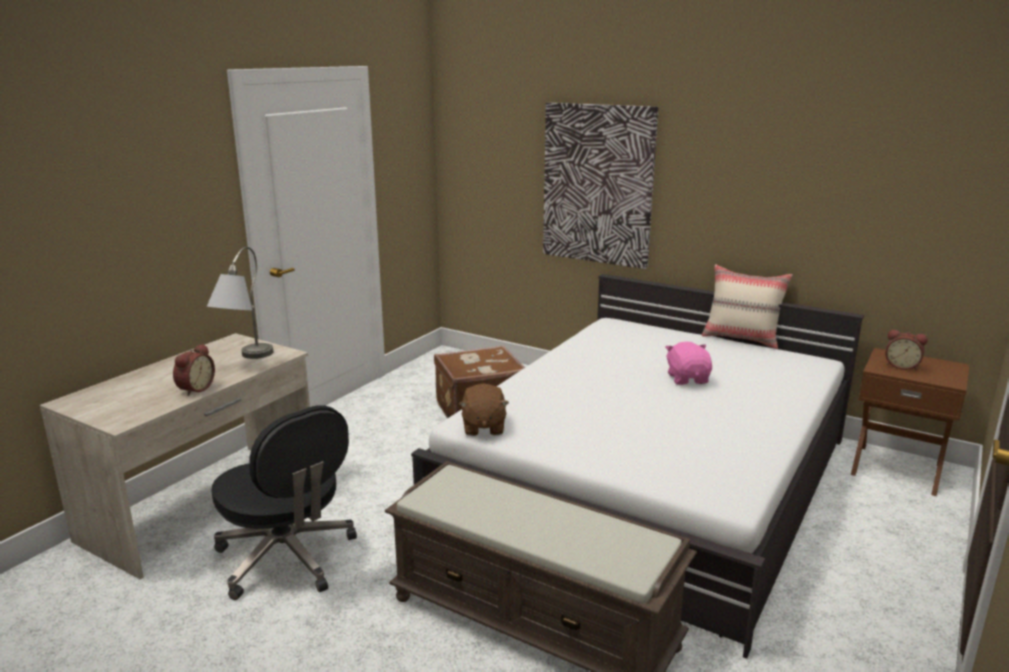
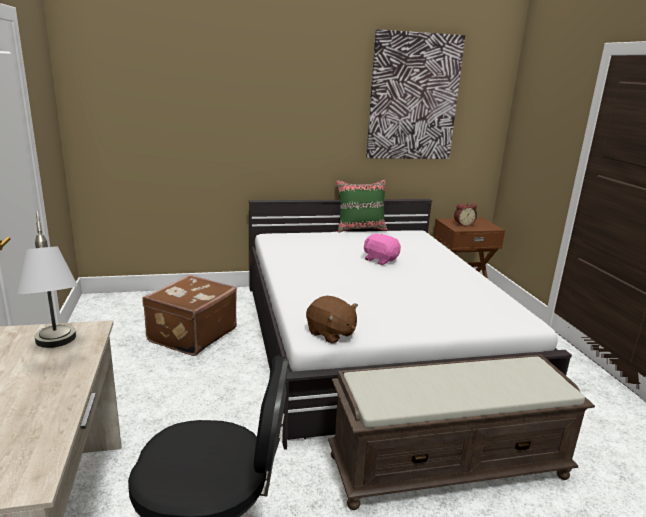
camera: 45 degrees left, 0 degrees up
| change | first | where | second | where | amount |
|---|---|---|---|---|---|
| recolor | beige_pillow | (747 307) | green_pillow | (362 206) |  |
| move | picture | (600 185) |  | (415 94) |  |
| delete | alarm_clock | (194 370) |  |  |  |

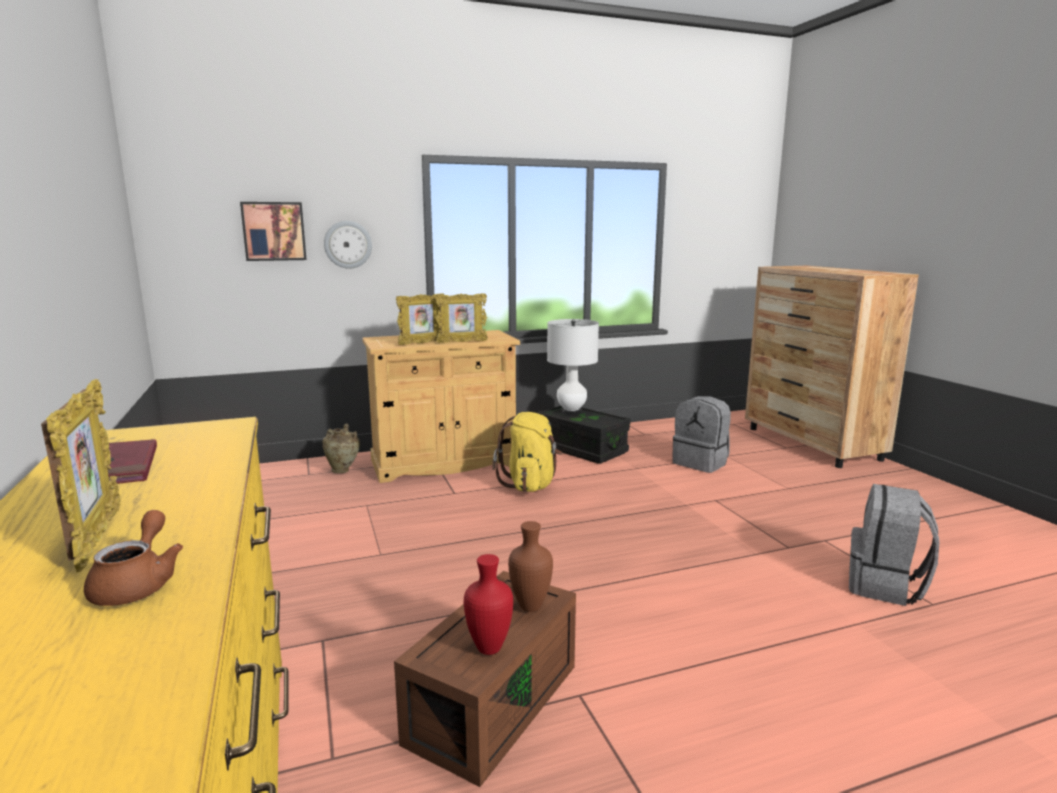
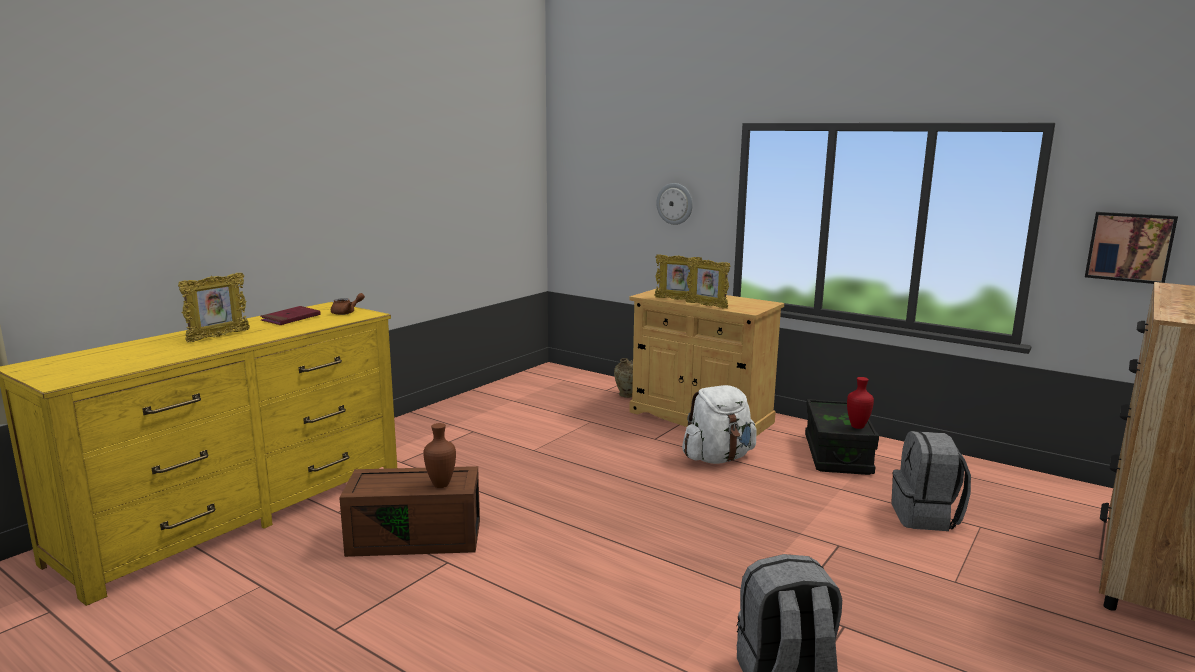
camera: 55 degrees right, 0 degrees up
| change | first | where | second | where | amount |
|---|---|---|---|---|---|
| move | brown_teapot | (133 558) |  | (348 304) |  |
| recolor | yellow_backpack | (527 452) | white_backpack | (719 424) |  |
| move | red_vase | (488 604) |  | (860 403) |  |
| move | picture | (273 231) |  | (1131 248) |  |
| delete | white_table_lamp | (573 367) |  |  |  |

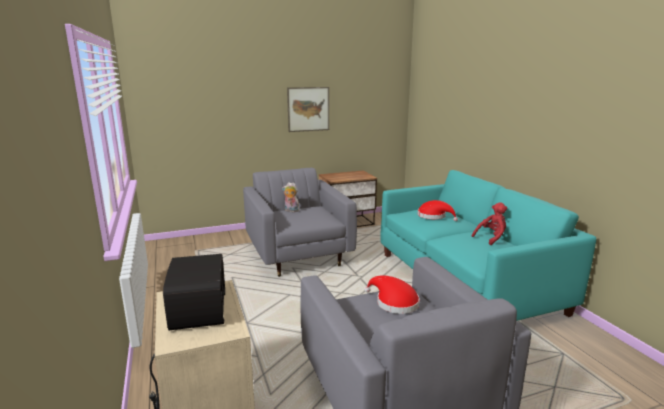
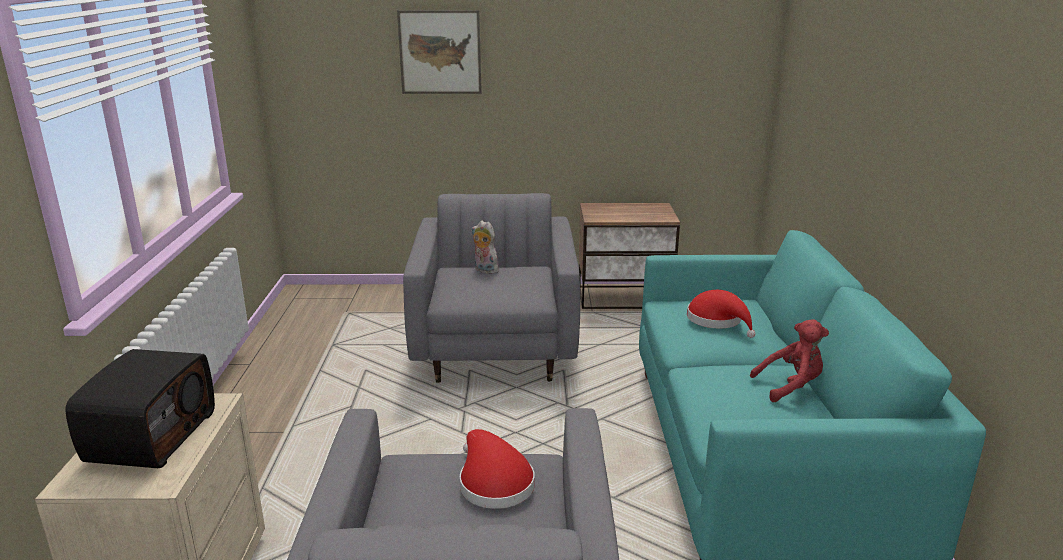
camera: 20 degrees right, 5 degrees up
| change | first | where | second | where | amount |
|---|---|---|---|---|---|
| move | picture | (308 109) |  | (439 52) |  |

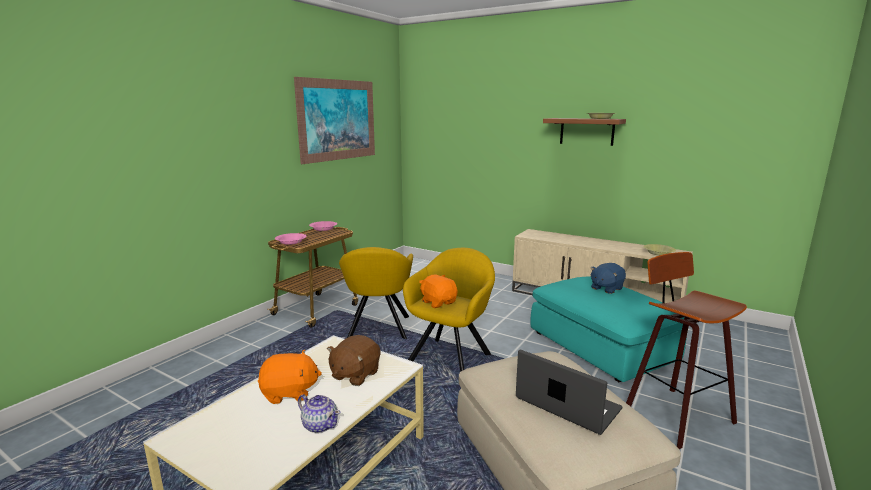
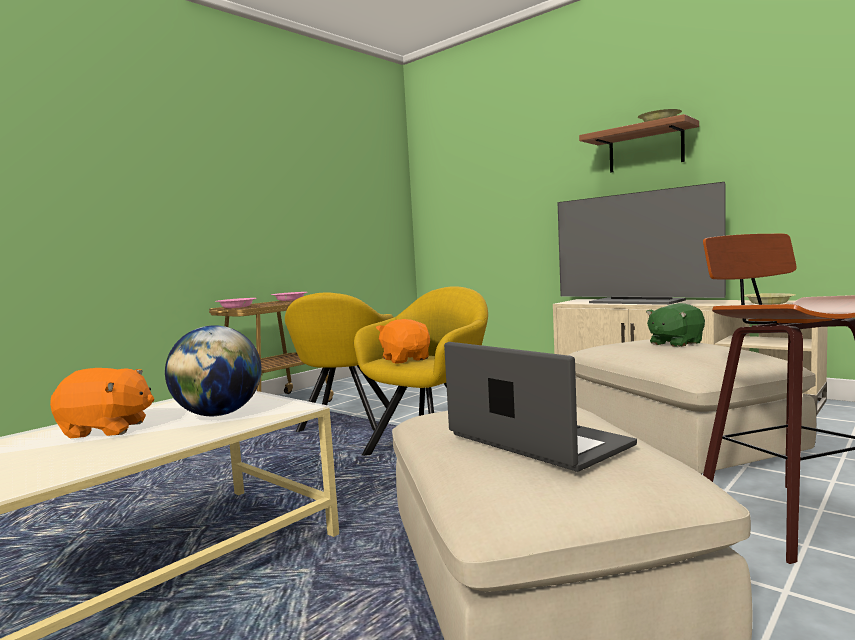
camera: 10 degrees right, 10 degrees down
| change | first | where | second | where | amount |
|---|---|---|---|---|---|
| replace | brown_plush_toy | (354 360) | globe | (213 370) |  |
| insert |  |  | television | (642 243) |  |
| recolor | turquoise_ottoman | (608 329) | beige_ottoman | (692 407) |  |
| recolor | blue_plush_toy | (608 278) | green_plush_toy | (675 325) |  |
| delete | picture | (334 120) |  |  |  |
| delete | teapot | (319 413) |  |  |  |

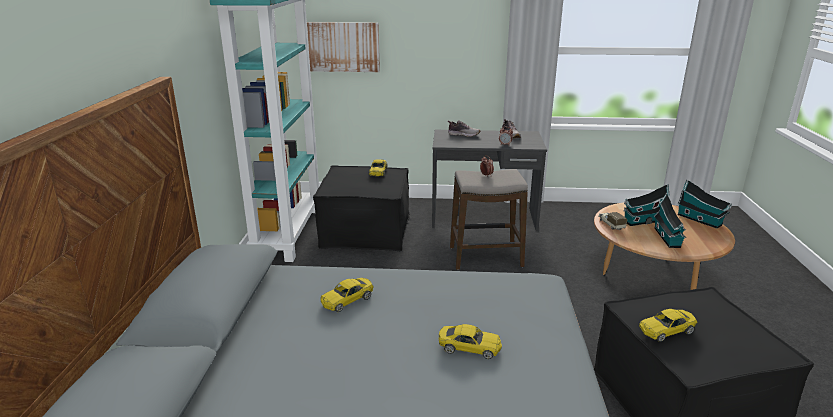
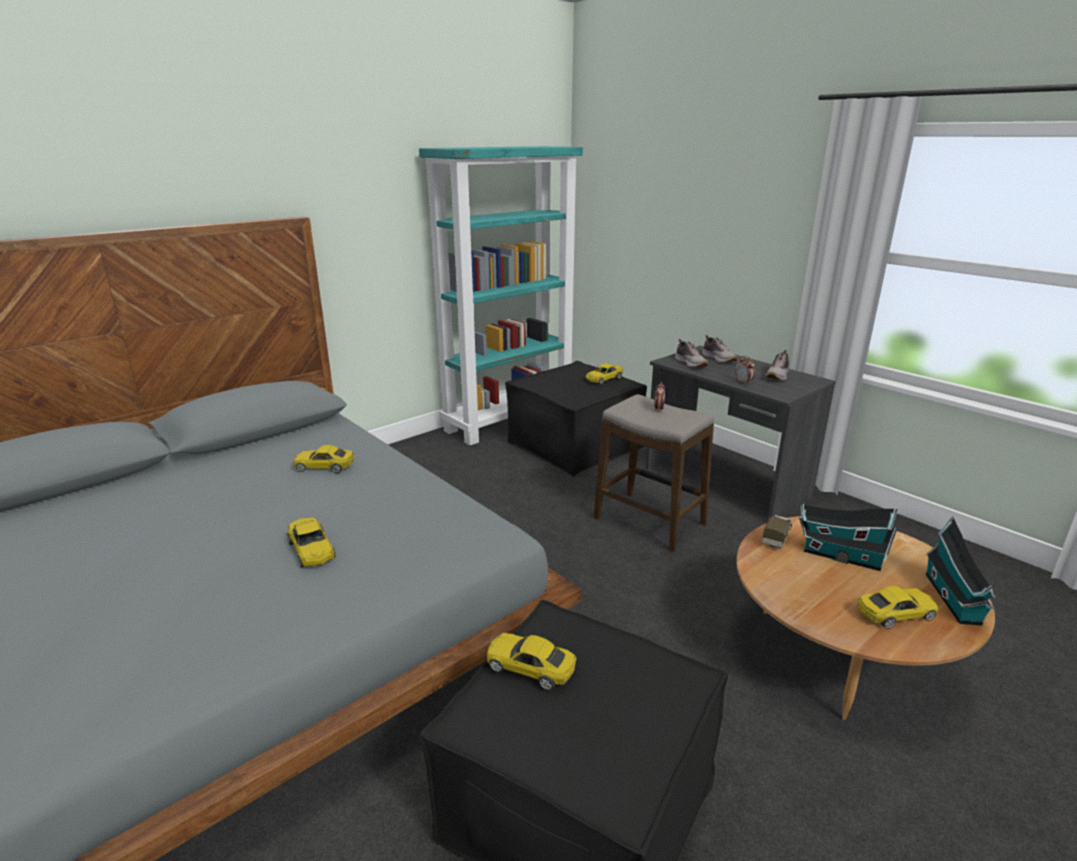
camera: 45 degrees right, 0 degrees up
| change | first | where | second | where | amount |
|---|---|---|---|---|---|
| insert |  |  | shoe | (691 353) |  |
| insert |  |  | yellow_toy_car | (897 607) |  |
| delete | picture | (343 47) |  |  |  |
| delete | toy_house | (670 220) |  |  |  |

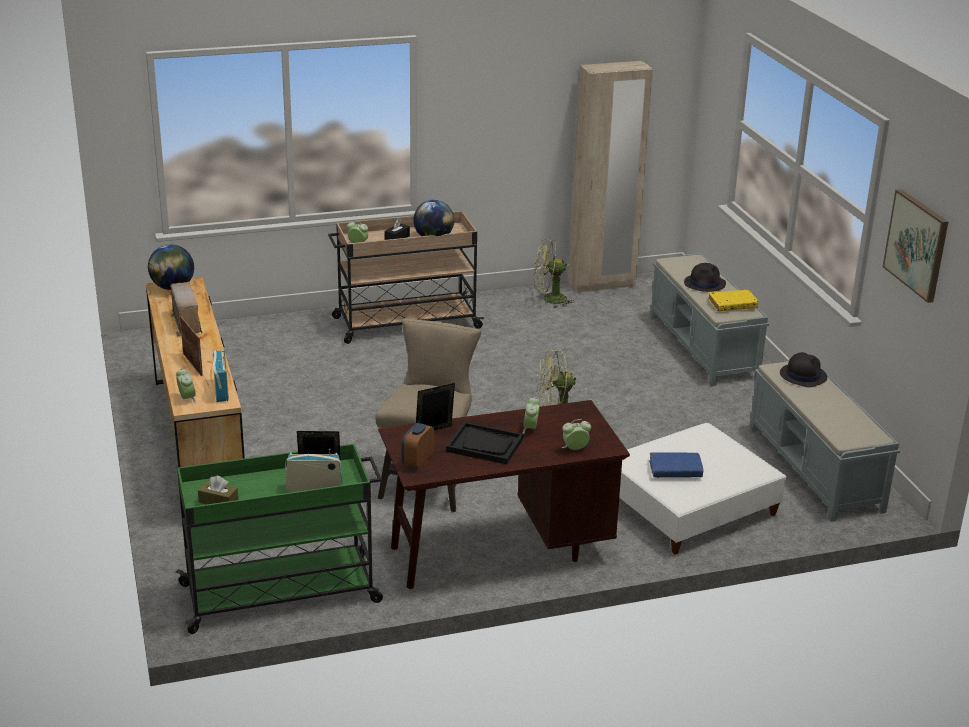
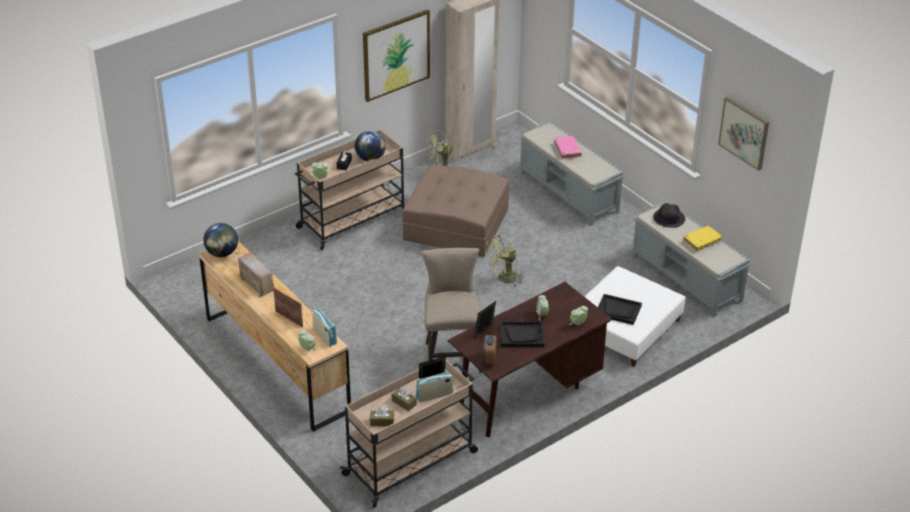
camera: 20 degrees left, 10 degrees up
| change | first | where | second | where | amount |
|---|---|---|---|---|---|
| recolor | green_cart | (279 539) | beige_cart | (409 434) |  |
| insert |  |  | picture | (396 55) |  |
| insert |  |  | brown_tissue_box | (404 399) |  |
| insert |  |  | brown_ottoman | (456 210) |  |
| replace | black_hat | (705 277) | pink_book | (568 148) |  |
| replace | blue_book | (676 465) | black_tray | (620 309) |  |
| move | yellow_book | (733 300) |  | (702 238) |  |

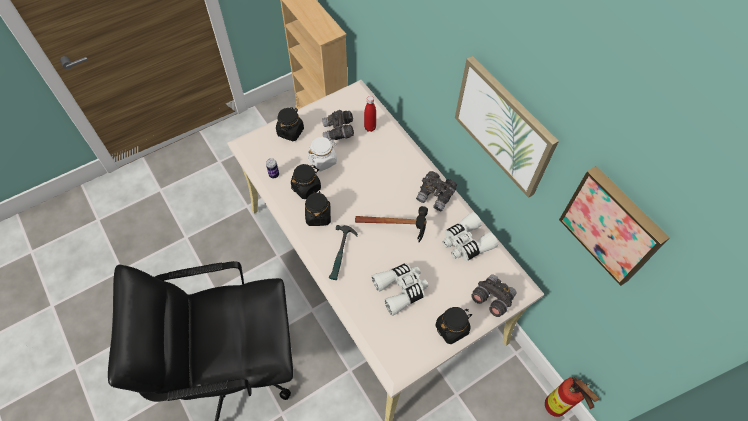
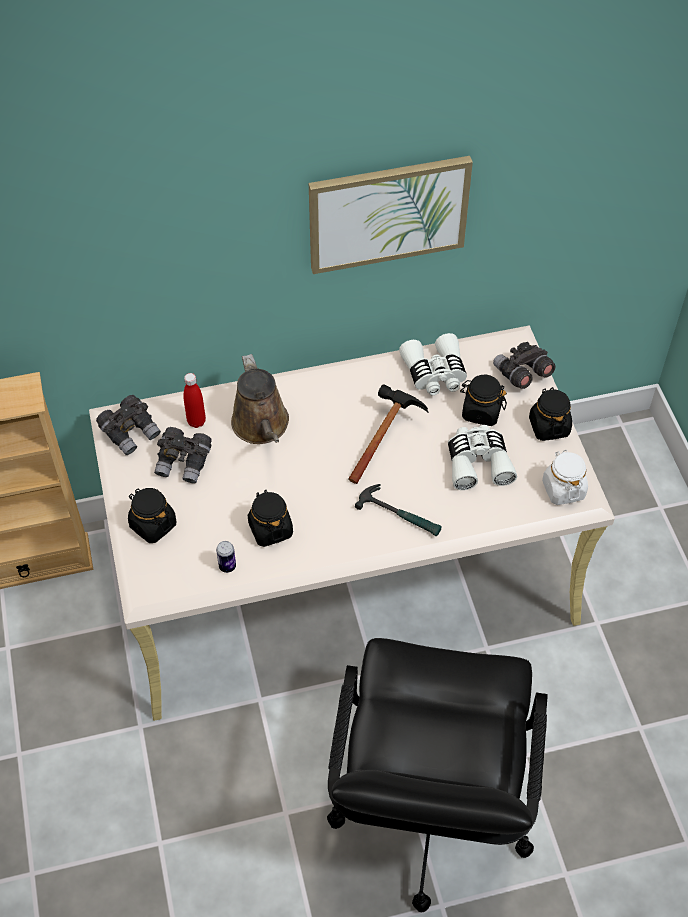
camera: 70 degrees left, 5 degrees down
| change | first | where | second | where | amount |
|---|---|---|---|---|---|
| move | grey_binoculars | (436 191) |  | (128 425) |  |
| insert |  |  | brown_watering_can | (260 399) |  |
| move | black_jar | (318 208) |  | (483 400) |  |
| move | white_jar | (322 154) |  | (565 477) |  |
| delete | fire_extinguisher | (572 397) |  |  |  |
| delete | picture | (614 226) |  |  |  |

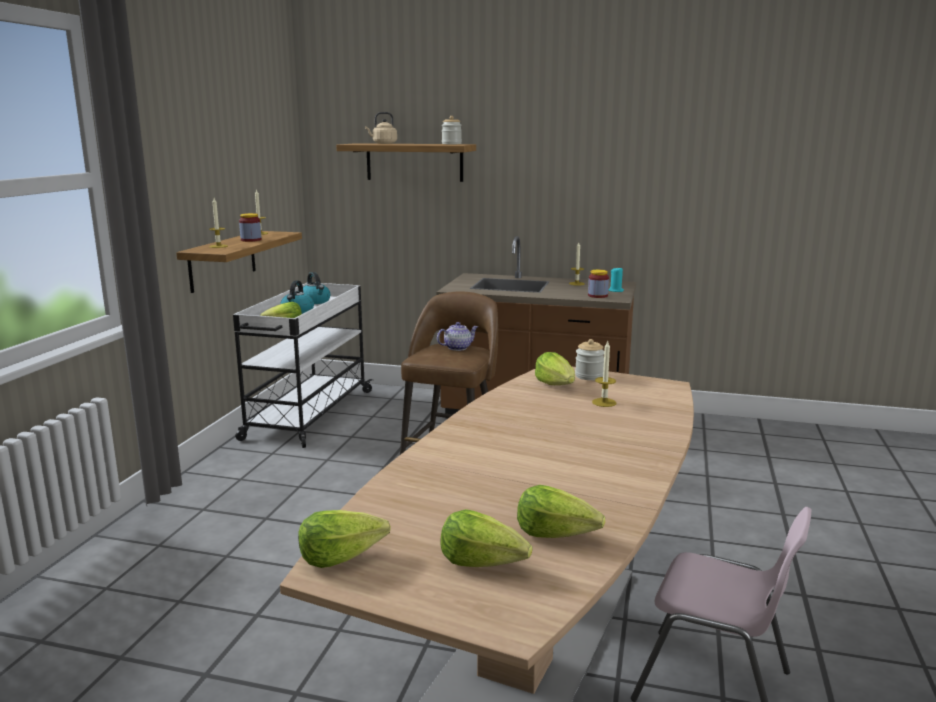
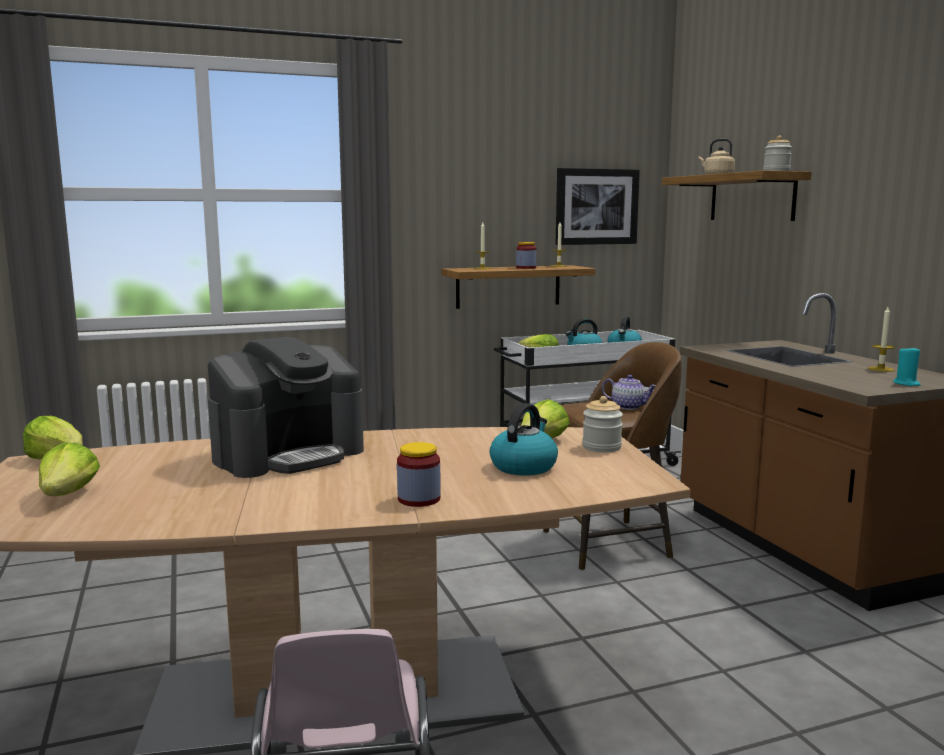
camera: 55 degrees right, 5 degrees down
| change | first | where | second | where | amount |
|---|---|---|---|---|---|
| insert |  |  | coffee_machine | (286 407) |  |
| move | jar | (598 284) |  | (419 474) |  |
| replace | candle | (604 374) | kettle | (524 439) |  |
| insert |  |  | picture | (598 206) |  |
| delete | lettuce | (561 511) |  |  |  |

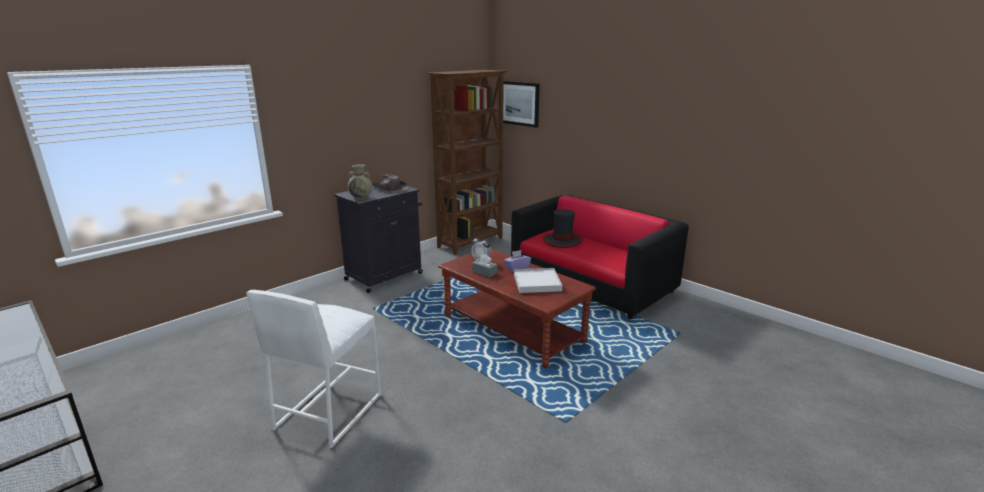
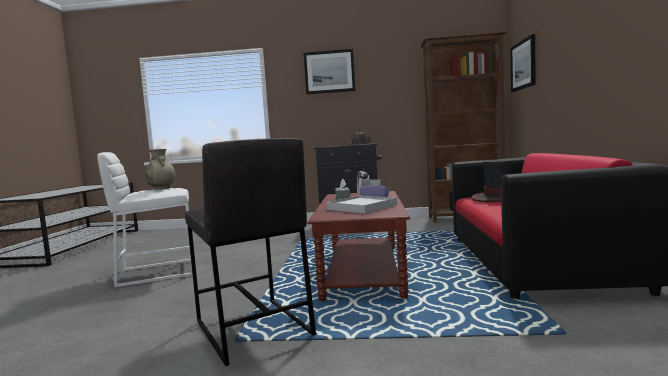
camera: 50 degrees right, 15 degrees down
| change | first | where | second | where | amount |
|---|---|---|---|---|---|
| move | beige_vase | (360 182) |  | (160 169) |  |
| insert |  |  | grey_stool | (250 252) |  |
| insert |  |  | picture | (329 71) |  |

